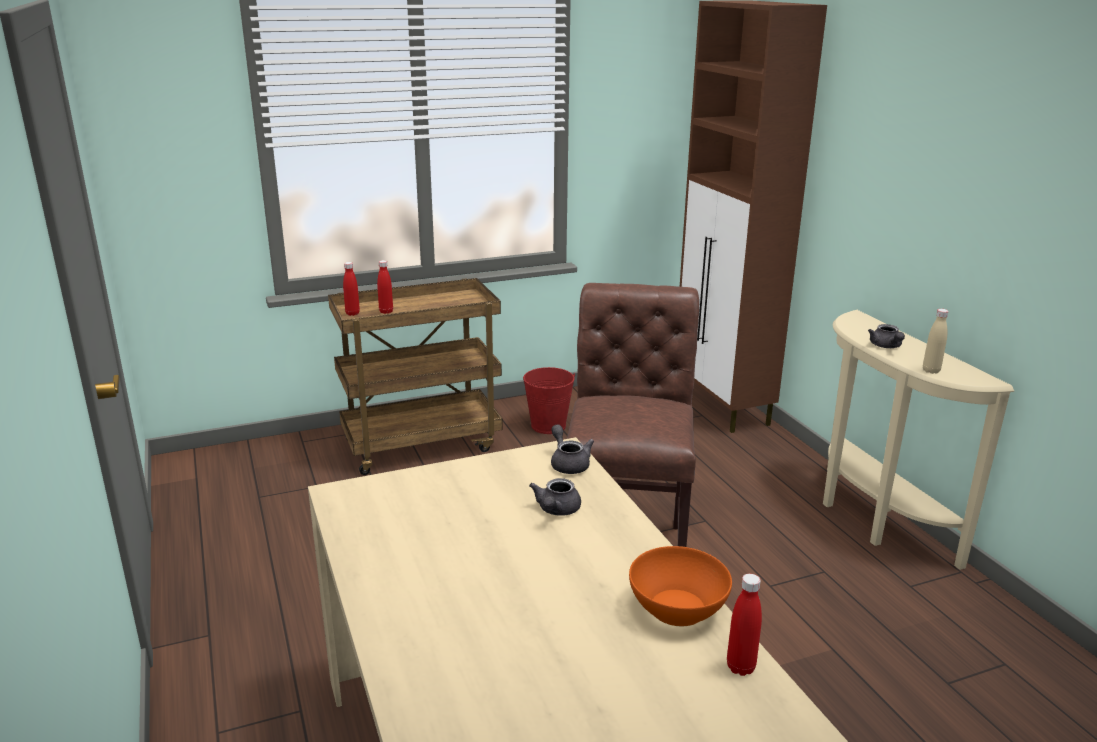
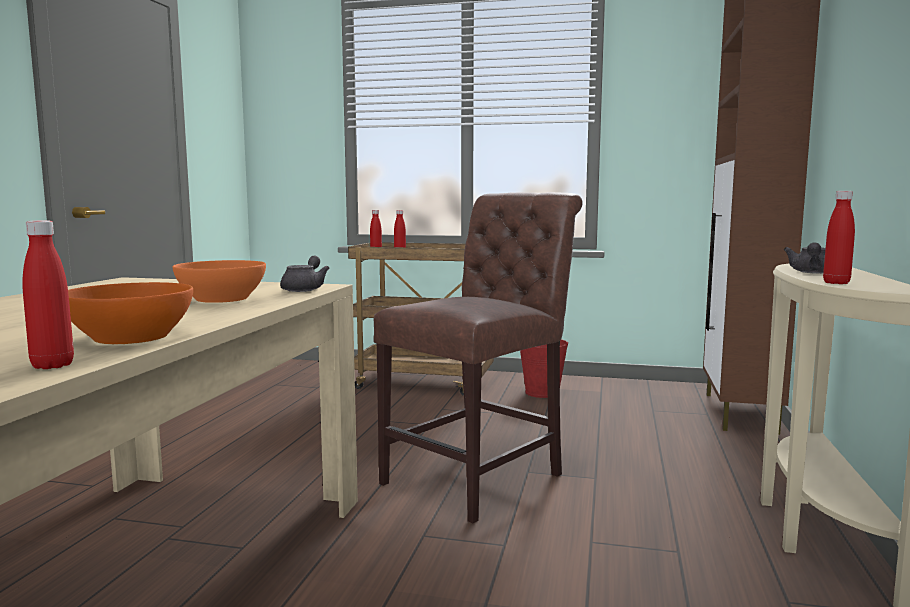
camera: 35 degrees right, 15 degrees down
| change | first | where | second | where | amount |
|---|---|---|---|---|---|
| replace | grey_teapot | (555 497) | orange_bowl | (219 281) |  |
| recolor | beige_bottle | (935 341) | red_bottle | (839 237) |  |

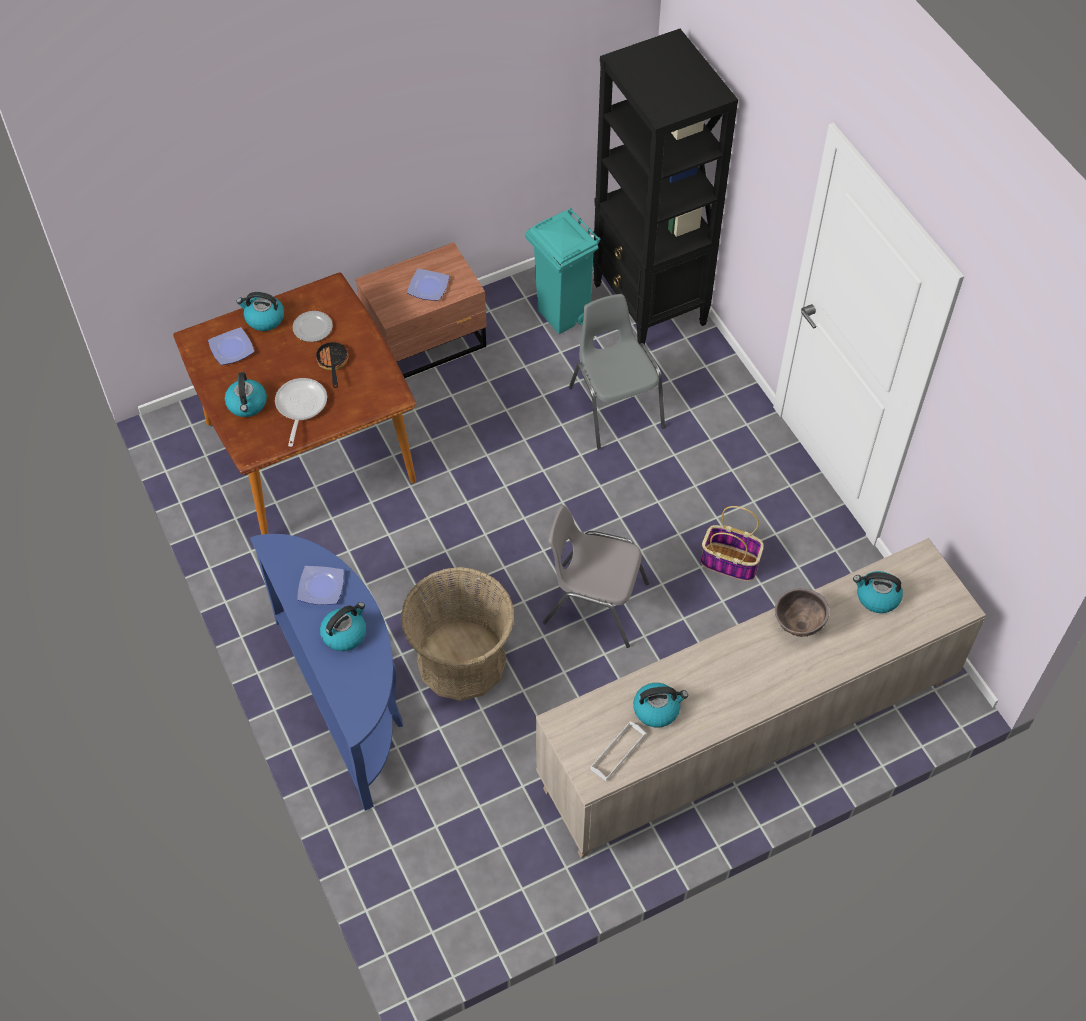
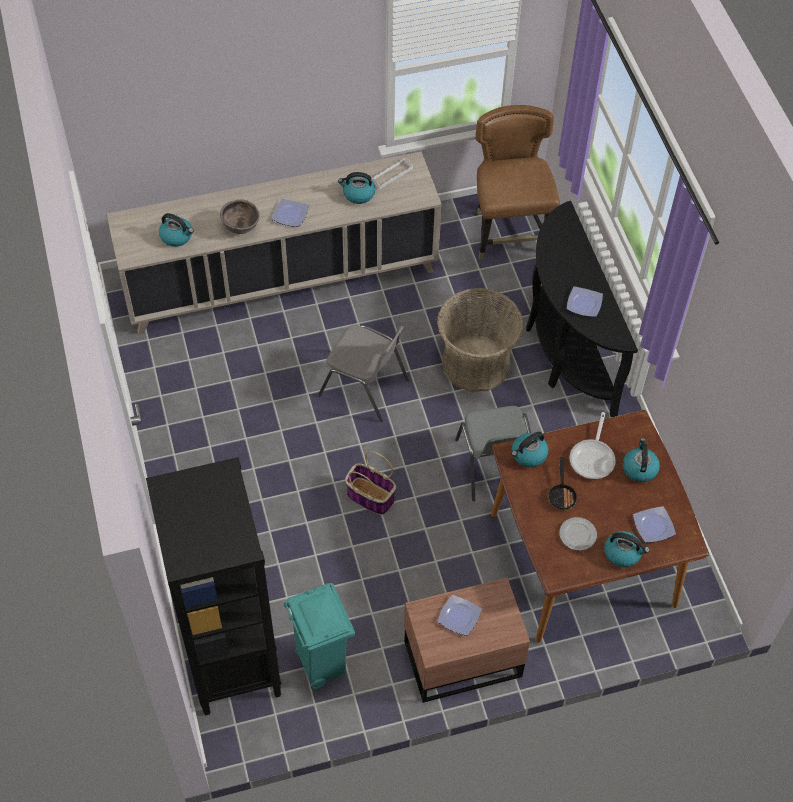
camera: 170 degrees left, 0 degrees up
| change | first | where | second | where | amount |
|---|---|---|---|---|---|
| insert |  |  | plate | (290 213) |  |
| move | basket | (732 543) |  | (370 483) |  |
| move | grey_chair | (617 371) |  | (493 453) |  |
| insert |  |  | brown_chair | (517 182) |  |
| move | kettle | (343 626) |  | (529 449) |  |
| recolor | blue_console_table | (326 672) | black_console_table | (582 309) |  |

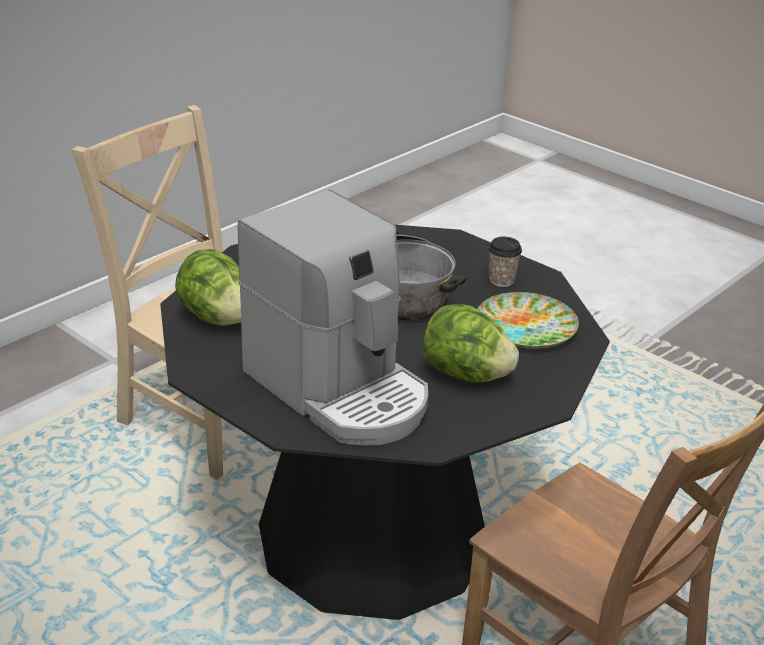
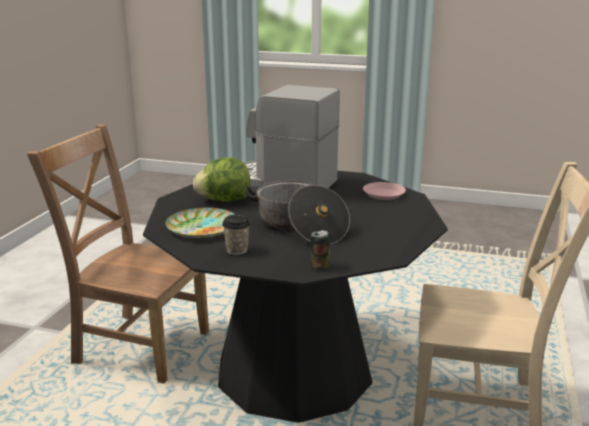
camera: 155 degrees right, 10 degrees down
| change | first | where | second | where | amount |
|---|---|---|---|---|---|
| insert |  |  | can | (320 250) |  |
| replace | lettuce | (208 287) | pink_plate | (384 191) |  |

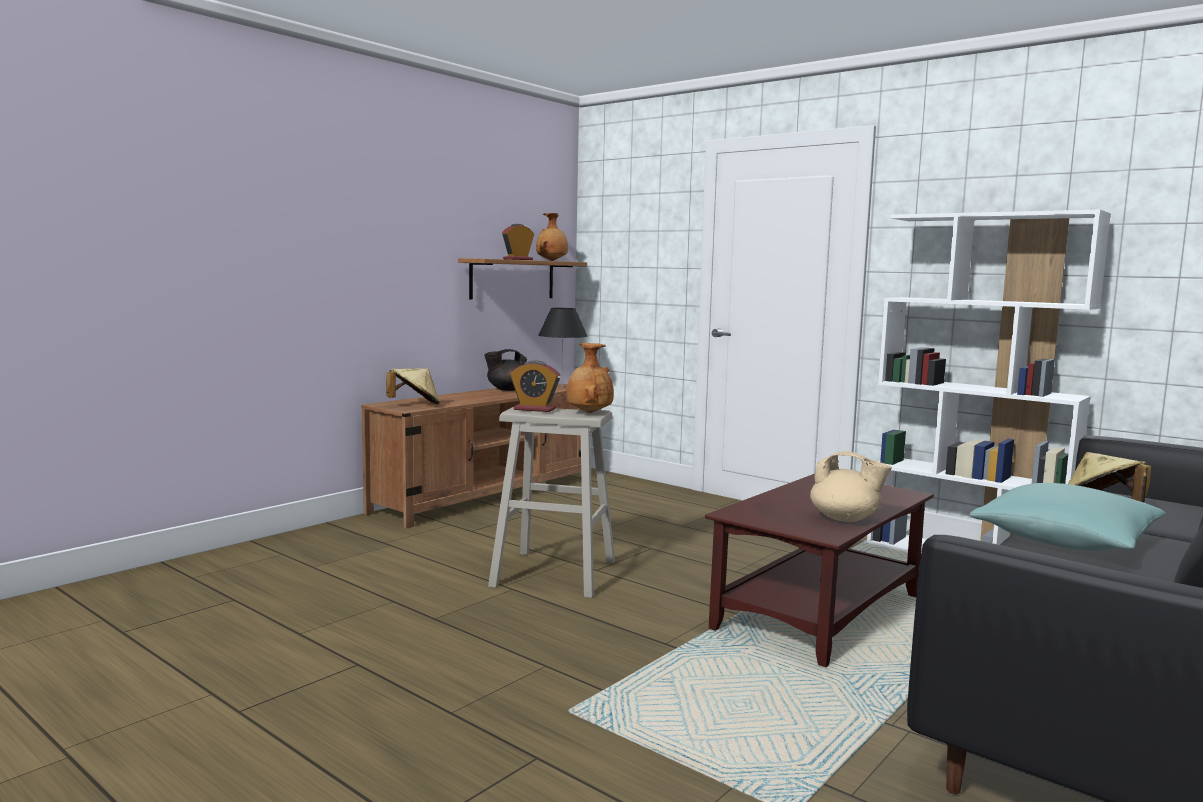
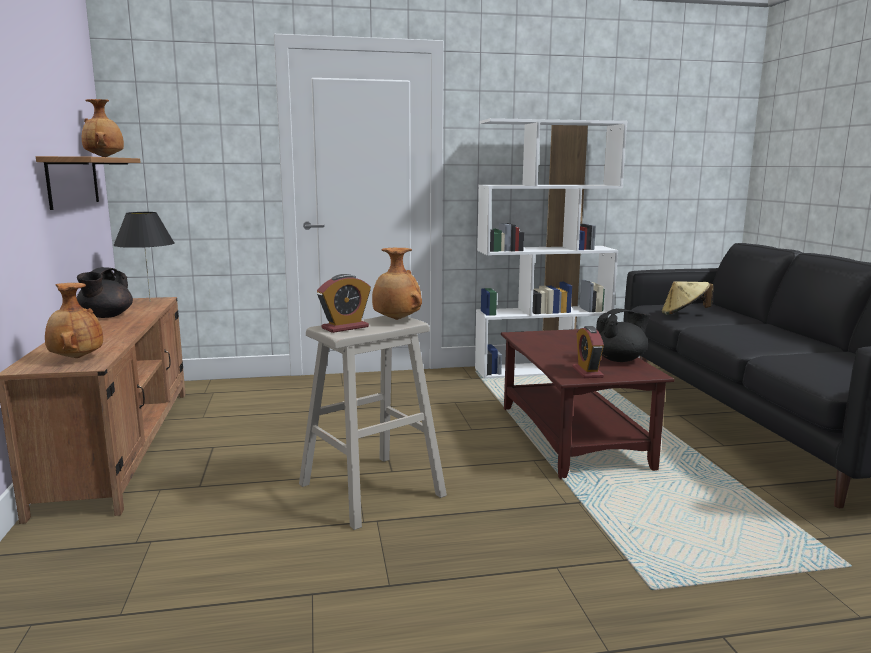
camera: 50 degrees left, 5 degrees up
| change | first | where | second | where | amount |
|---|---|---|---|---|---|
| replace | beige_hat | (412 386) | brown_vase | (74 320) |  |
| move | alarm_clock | (518 242) |  | (588 352) |  |
| recolor | beige_teapot | (851 487) | black_teapot | (623 335) |  |
| delete | turquoise_pillow | (1068 517) |  |  |  |

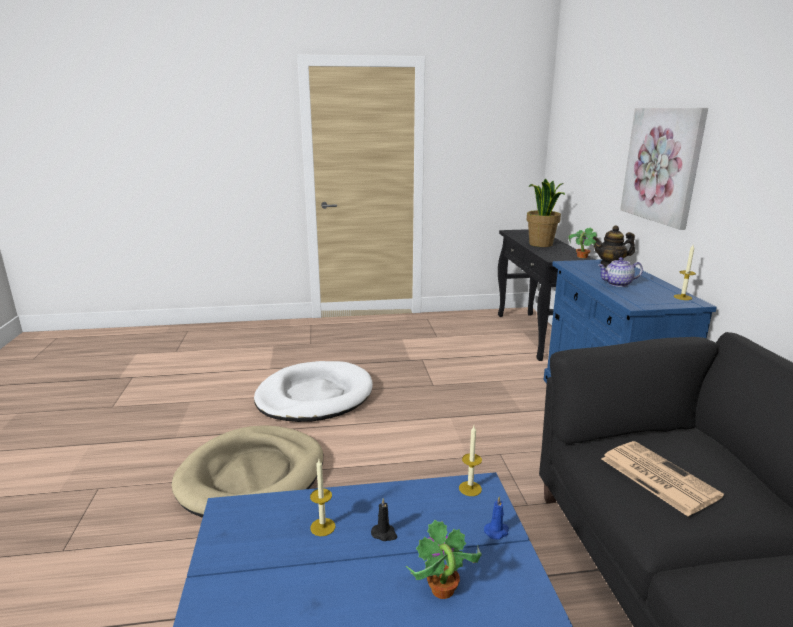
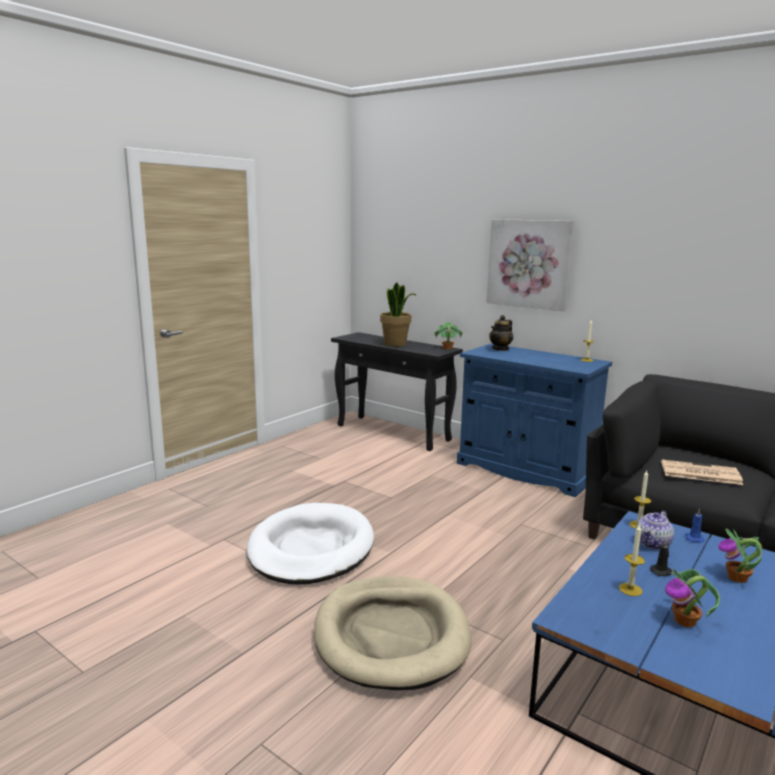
camera: 45 degrees left, 5 degrees down
| change | first | where | second | where | amount |
|---|---|---|---|---|---|
| move | teapot | (620 272) |  | (655 530) |  |
| insert |  |  | potted_plant | (692 598) |  |

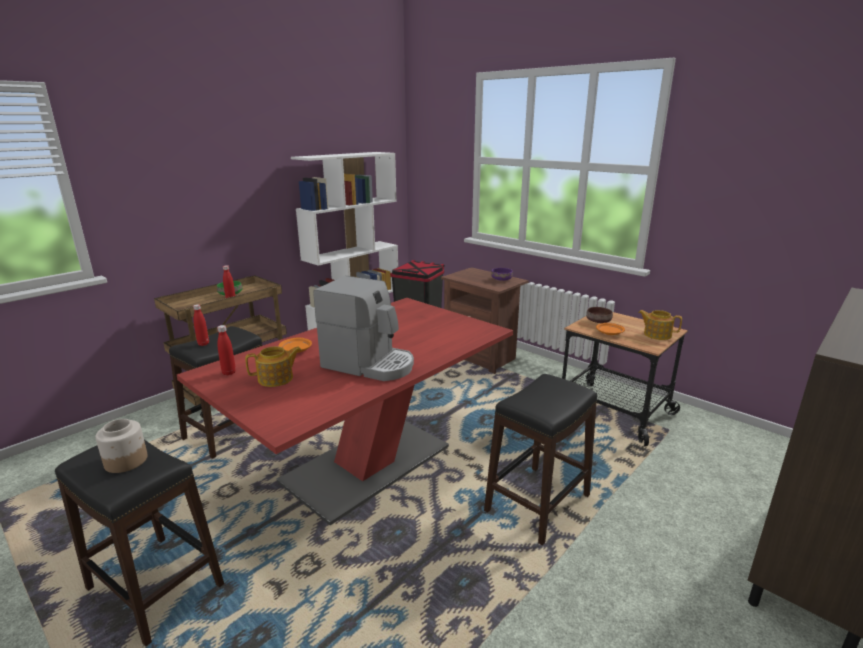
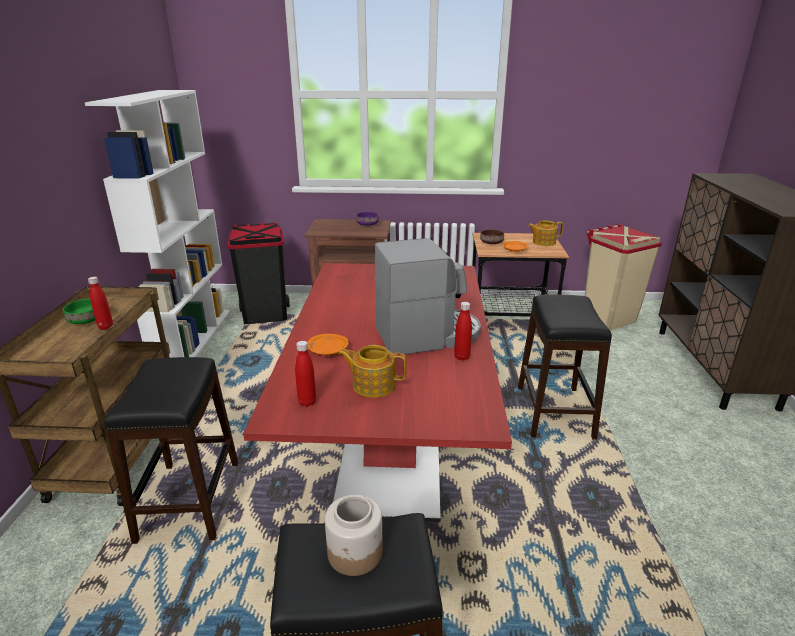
camera: 40 degrees left, 5 degrees up
| change | first | where | second | where | amount |
|---|---|---|---|---|---|
| rotate | teapot | (273 366) |  | (372 371) | 105 degrees counterclockwise |
| move | red_bottle | (201 325) |  | (463 331) |  |
| insert |  |  | beige_trash_can | (623 277) |  |

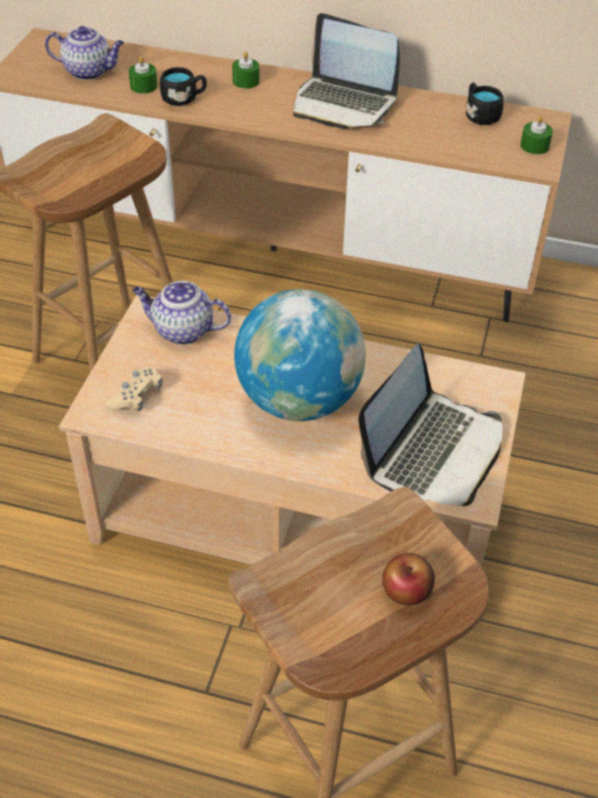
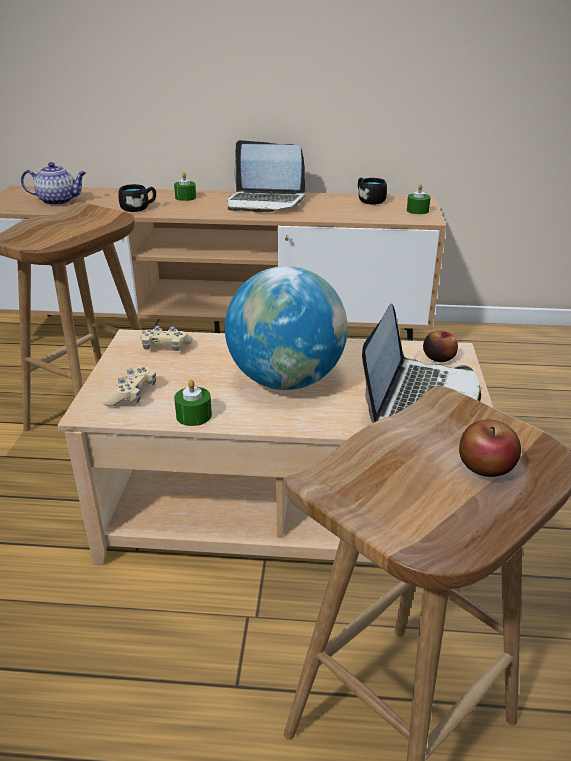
camera: 10 degrees left, 15 degrees down
| change | first | where | second | where | amount |
|---|---|---|---|---|---|
| replace | teapot | (181 313) | beige_game_controller | (166 338) |  |
| move | green_candle | (143 75) |  | (193 402) |  |
| insert |  |  | apple | (440 346) |  |

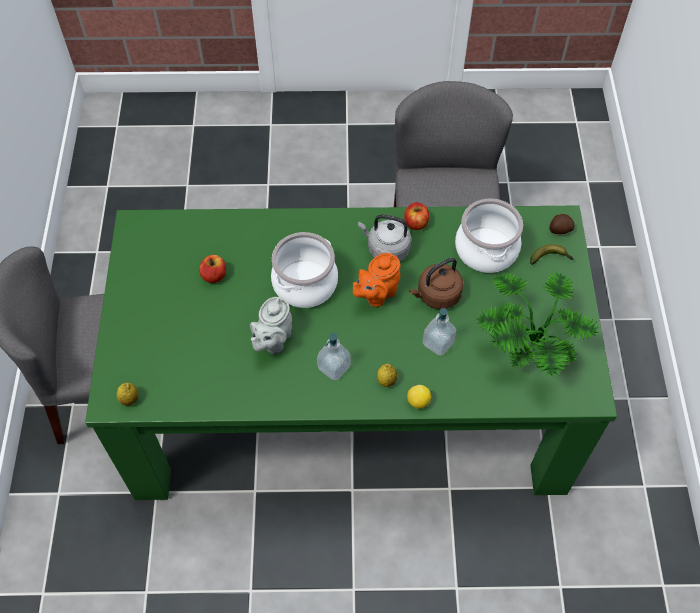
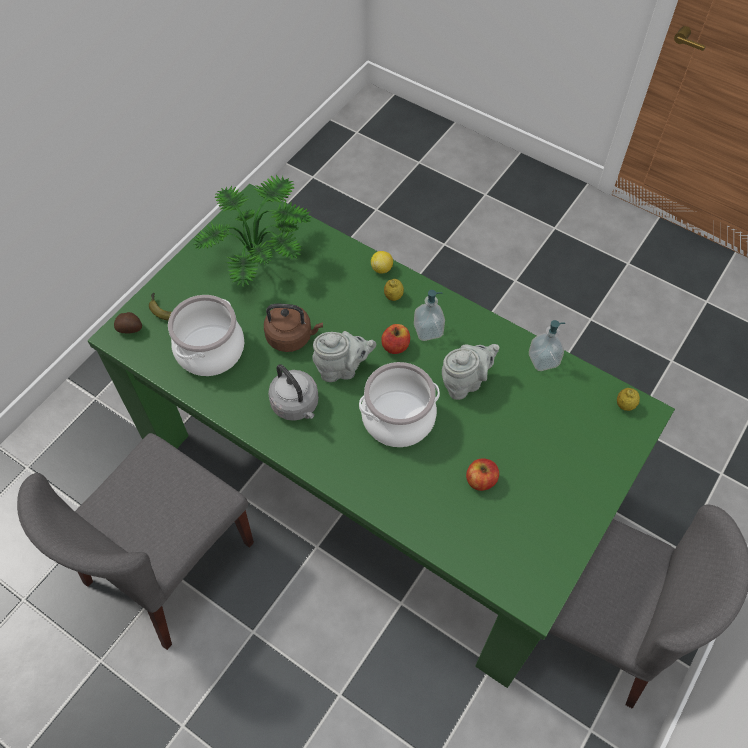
camera: 145 degrees left, 0 degrees up
| change | first | where | second | where | amount |
|---|---|---|---|---|---|
| recolor | orange_teapot | (376 280) | grey_teapot | (344 356) |  |
| move | apple | (416 216) |  | (395 339) |  |
| move | soap_dispenser | (439 332) |  | (547 345) |  |

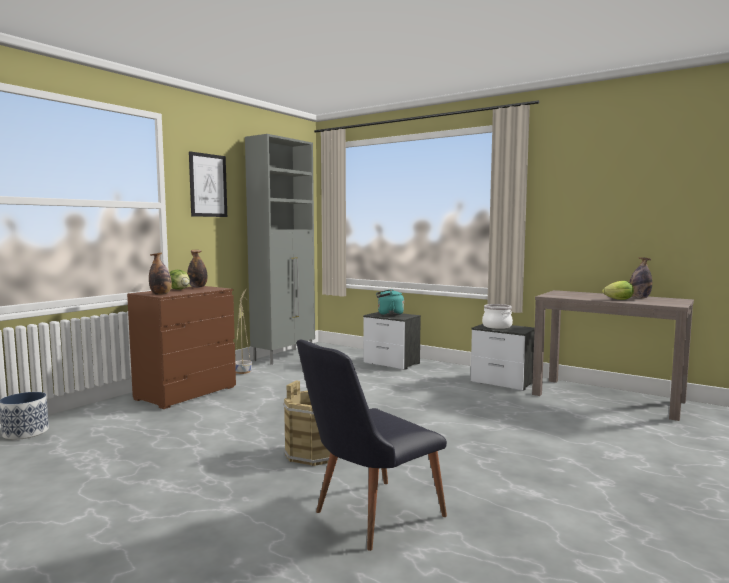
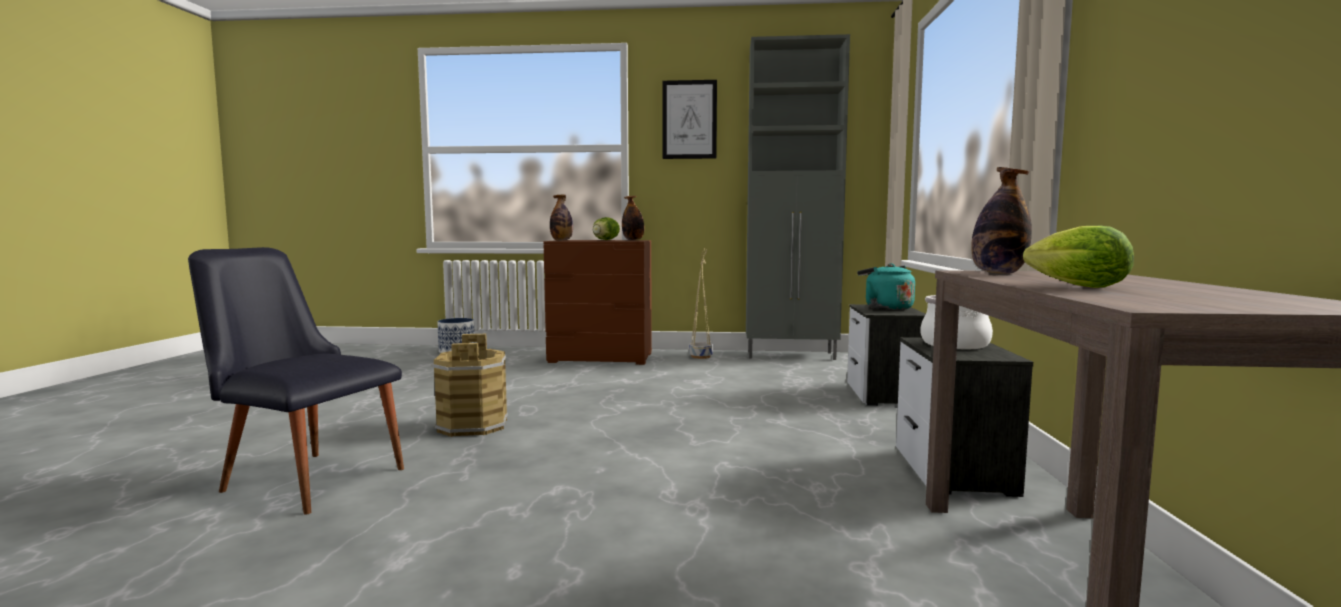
camera: 60 degrees right, 0 degrees up
| change | first | where | second | where | amount |
|---|---|---|---|---|---|
| move | bottle | (640 277) |  | (1001 220) |  |

